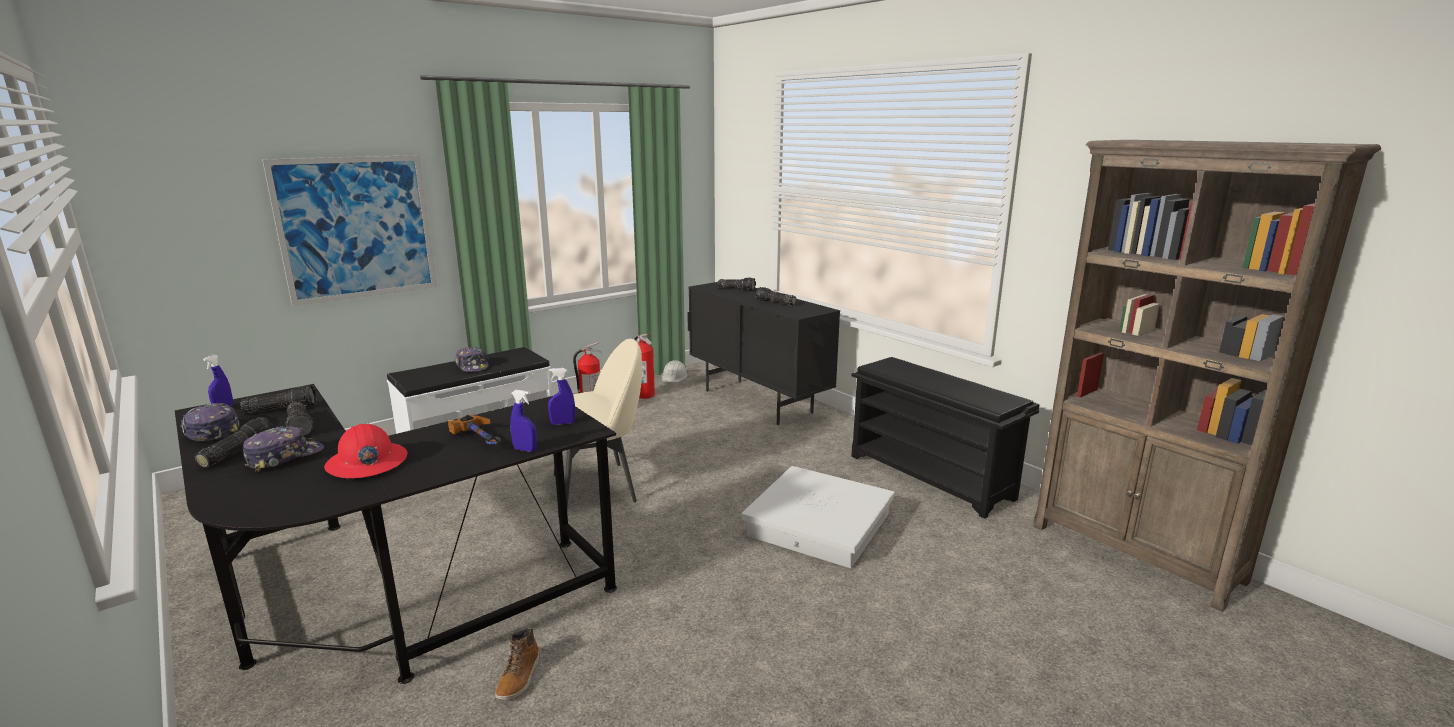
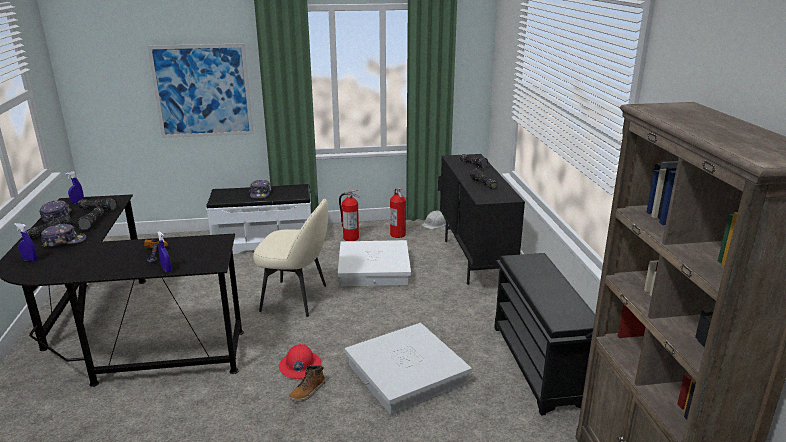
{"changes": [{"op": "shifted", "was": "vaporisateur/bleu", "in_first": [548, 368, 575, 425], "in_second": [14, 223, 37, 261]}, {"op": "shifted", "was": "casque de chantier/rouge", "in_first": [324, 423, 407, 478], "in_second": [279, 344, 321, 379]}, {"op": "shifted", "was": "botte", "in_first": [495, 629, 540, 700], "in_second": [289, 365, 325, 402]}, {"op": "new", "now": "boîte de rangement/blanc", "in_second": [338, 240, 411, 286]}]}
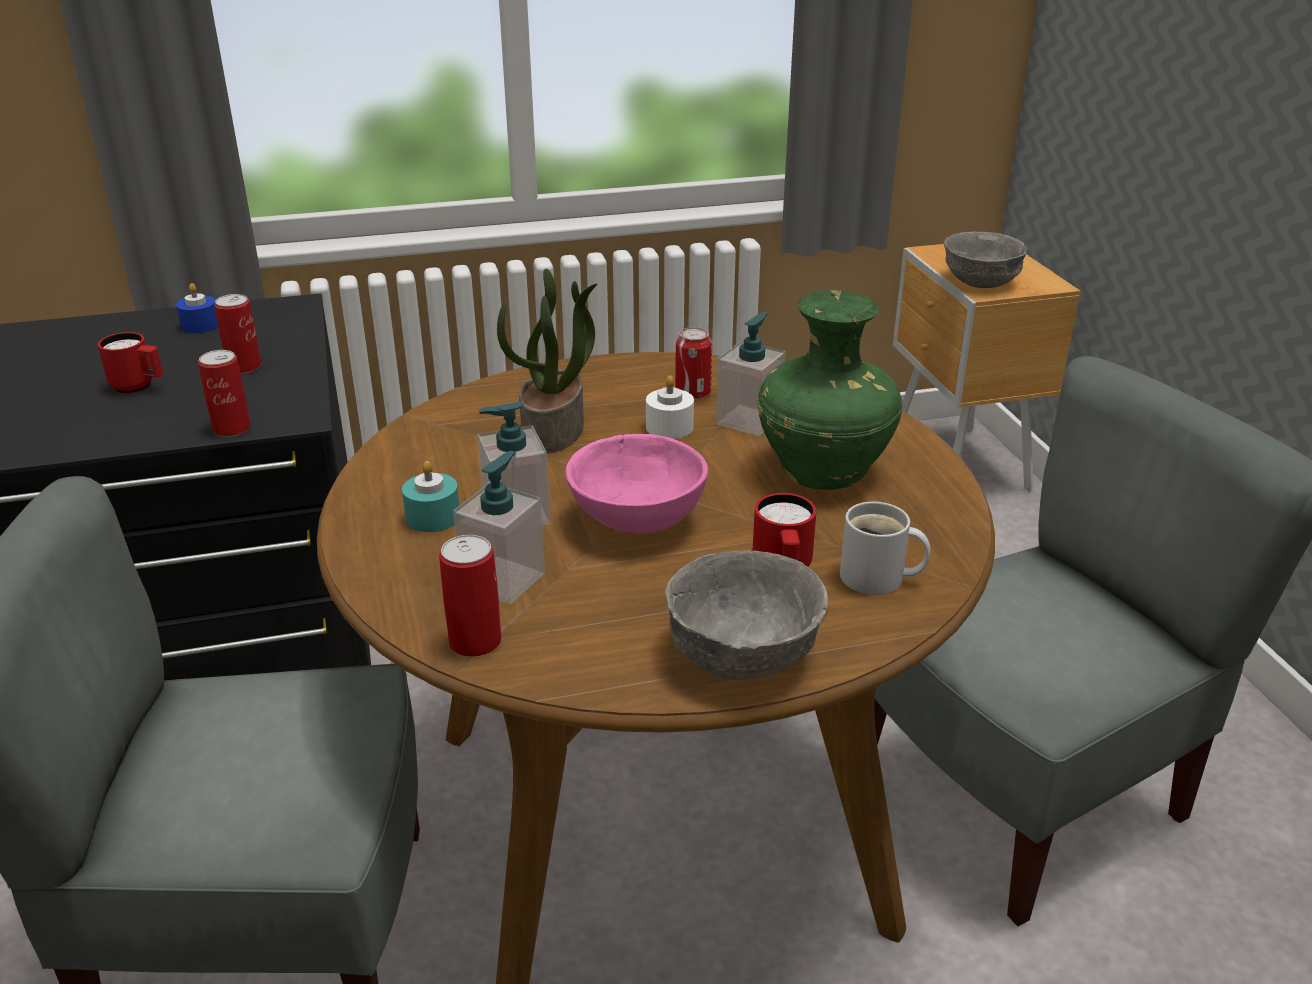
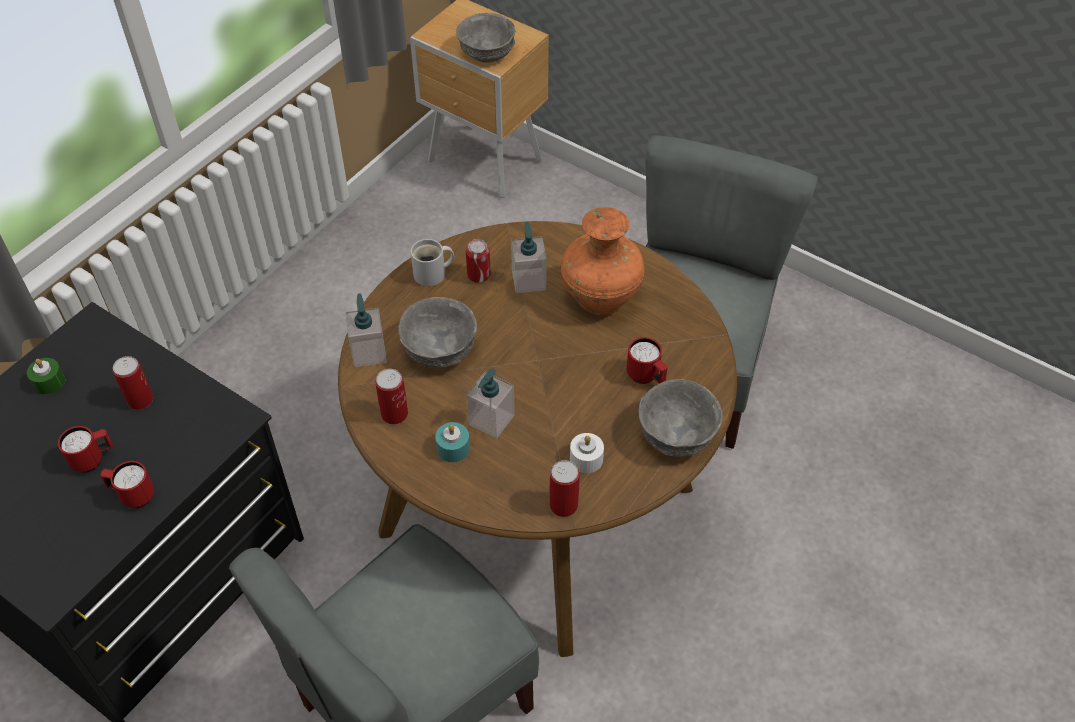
{"changes": [{"op": "swapped", "was": "plante en pot", "now": "bol/gris", "in_first": [497, 269, 597, 454], "in_second": [398, 297, 477, 368]}, {"op": "repainted", "was": "bougie/bleu", "now": "bougie/vert", "in_first": [176, 283, 218, 333], "in_second": [27, 358, 65, 395]}, {"op": "repainted", "was": "vase/vert", "now": "vase/orange", "in_first": [758, 290, 902, 490], "in_second": [561, 207, 644, 315]}, {"op": "shifted", "was": "boîte métallique", "in_first": [198, 350, 251, 437], "in_second": [375, 369, 408, 424]}, {"op": "shifted", "was": "bougie/blanc", "in_first": [646, 375, 694, 439], "in_second": [570, 433, 604, 473]}, {"op": "gone", "was": "bol/rose", "in_first": [566, 434, 708, 534]}, {"op": "shifted", "was": "distributeur de savon", "in_first": [453, 451, 545, 604], "in_second": [345, 293, 387, 367]}, {"op": "shifted", "was": "mug/blanc", "in_first": [840, 502, 930, 595], "in_second": [411, 239, 454, 286]}, {"op": "new", "now": "mug/rouge", "in_second": [101, 461, 154, 508]}]}
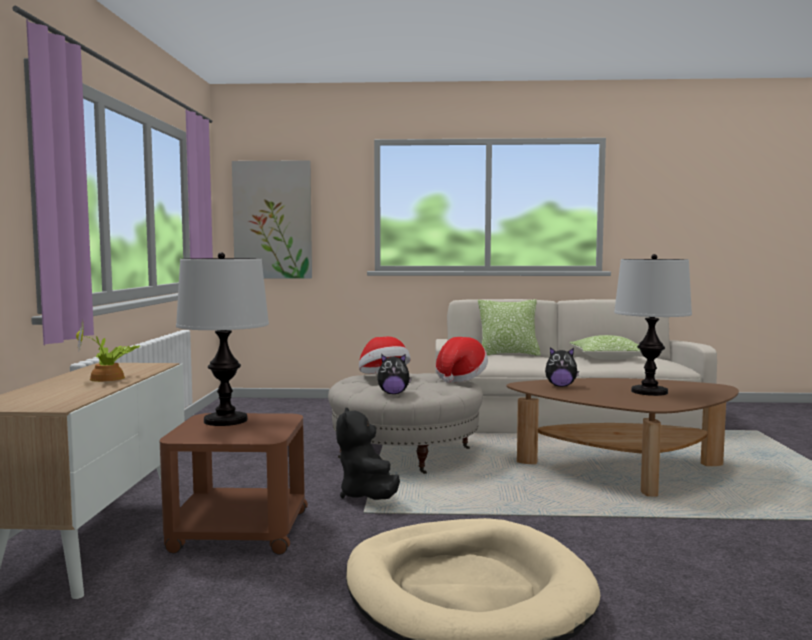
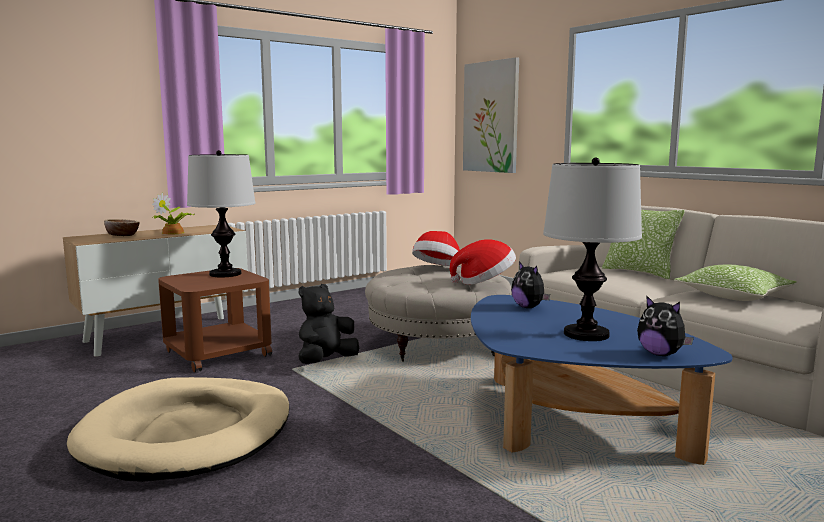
{"changes": [{"op": "shifted", "was": "peluche", "in_first": [377, 354, 412, 394], "in_second": [637, 296, 694, 356]}, {"op": "repainted", "was": "table basse/marron", "now": "table basse/bleu", "in_first": [507, 378, 739, 496], "in_second": [471, 295, 733, 465]}, {"op": "new", "now": "bol", "in_second": [104, 219, 139, 236]}]}
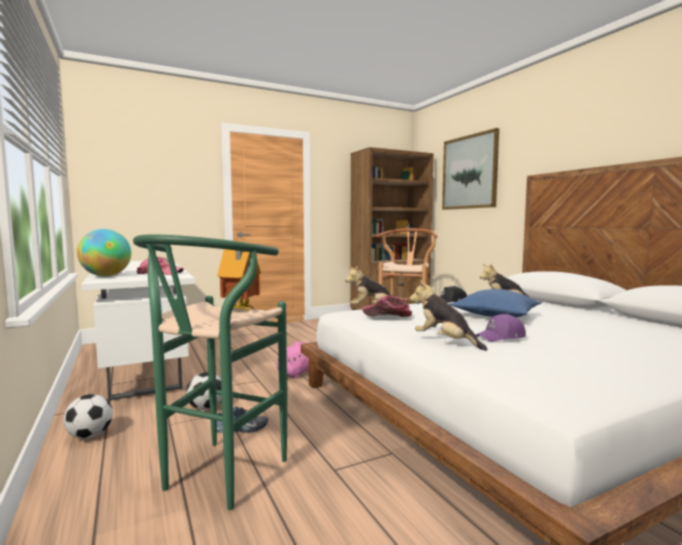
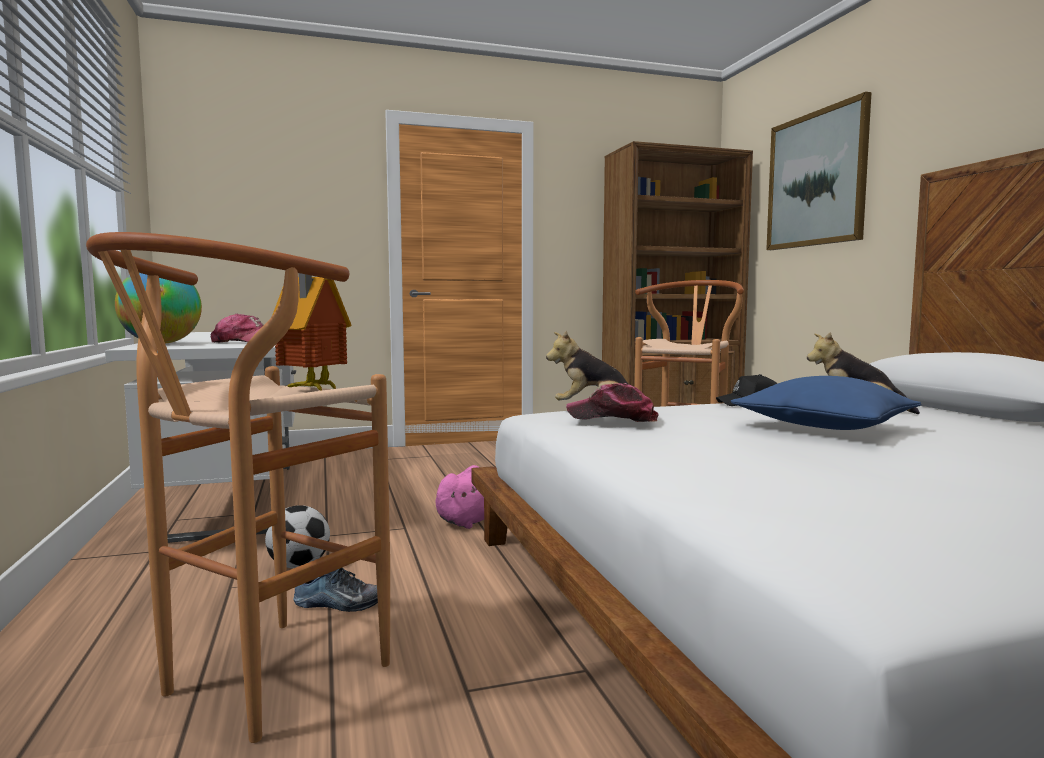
{"changes": [{"op": "repainted", "was": "tabouret/vert", "now": "tabouret/marron", "in_first": [133, 235, 287, 510], "in_second": [86, 232, 390, 743]}, {"op": "gone", "was": "peluche", "in_first": [410, 280, 487, 351]}, {"op": "gone", "was": "casquette/violet", "in_first": [476, 314, 526, 342]}, {"op": "gone", "was": "ballon de foot", "in_first": [63, 394, 113, 439]}]}
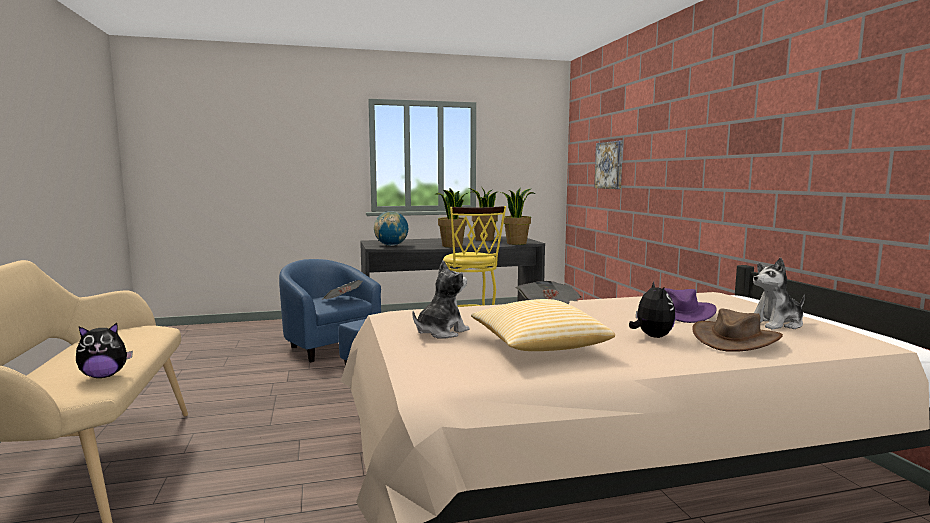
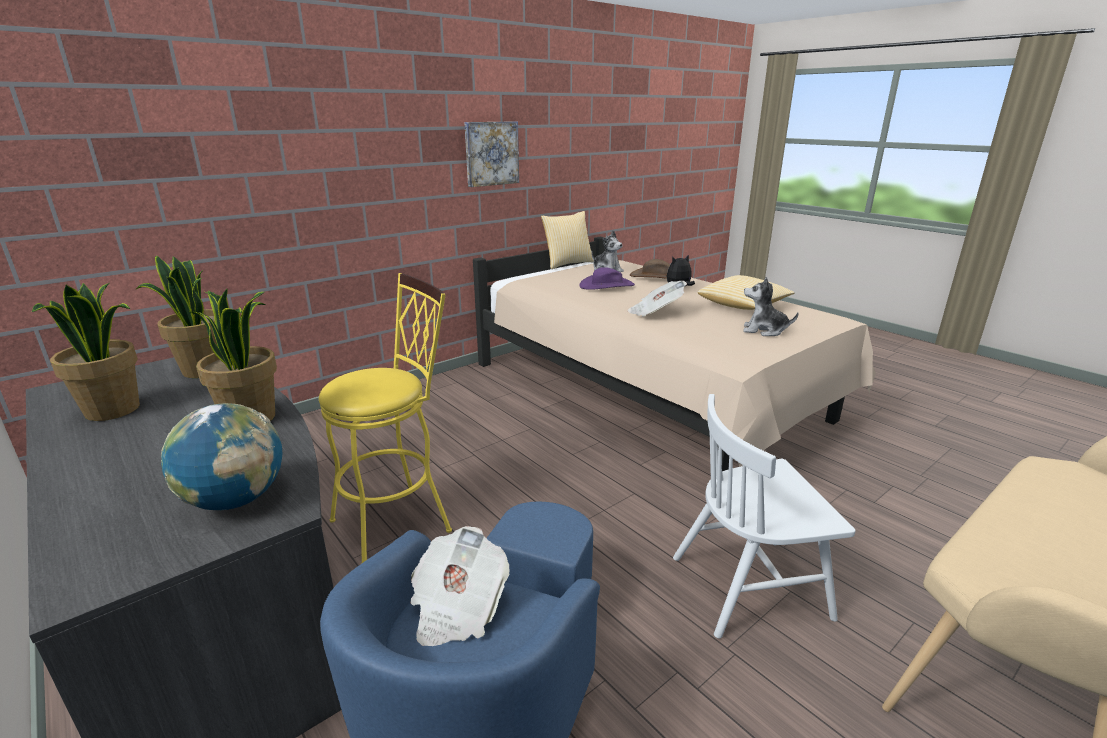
{"changes": [{"op": "shifted", "was": "tableau", "in_first": [594, 140, 623, 189], "in_second": [464, 121, 519, 187]}, {"op": "gone", "was": "peluche", "in_first": [76, 323, 133, 378]}, {"op": "new", "now": "coussin", "in_second": [541, 211, 594, 269]}, {"op": "new", "now": "chaise/blanc", "in_second": [673, 394, 856, 638]}]}
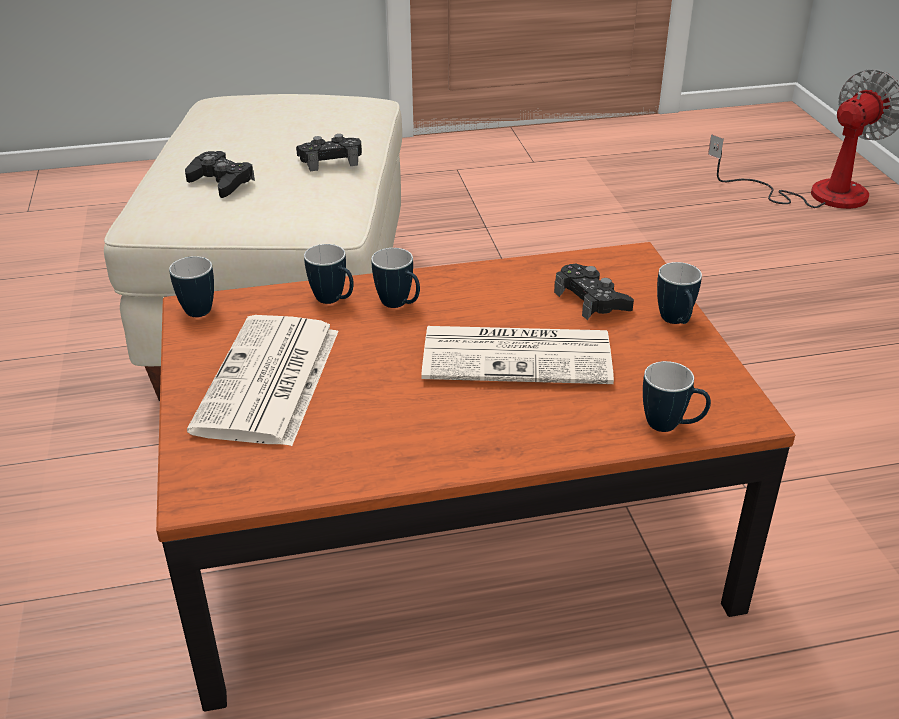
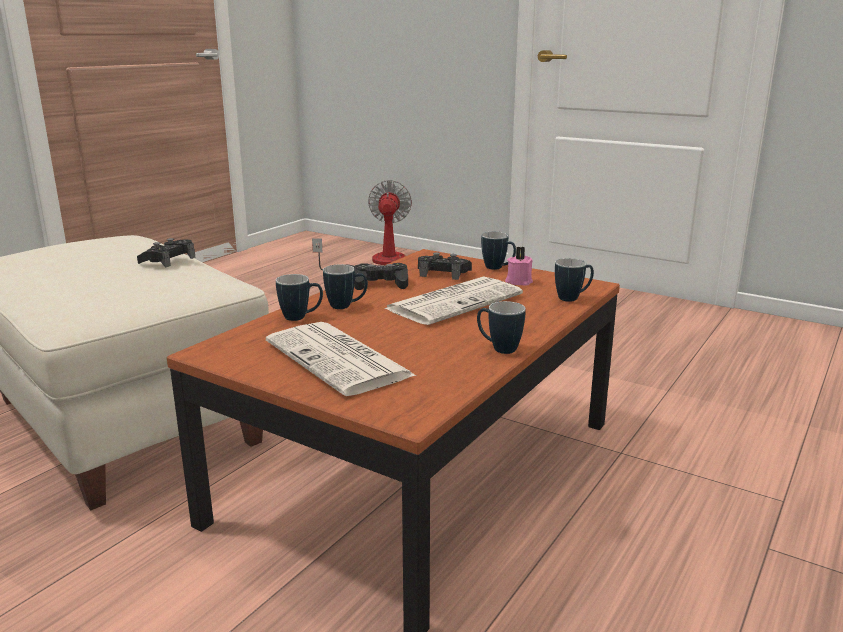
{"changes": [{"op": "shifted", "was": "manette/noir", "in_first": [185, 151, 255, 198], "in_second": [354, 263, 408, 290]}, {"op": "shifted", "was": "mug", "in_first": [169, 256, 214, 317], "in_second": [477, 301, 526, 354]}, {"op": "new", "now": "bougie/rose", "in_second": [505, 247, 533, 286]}]}
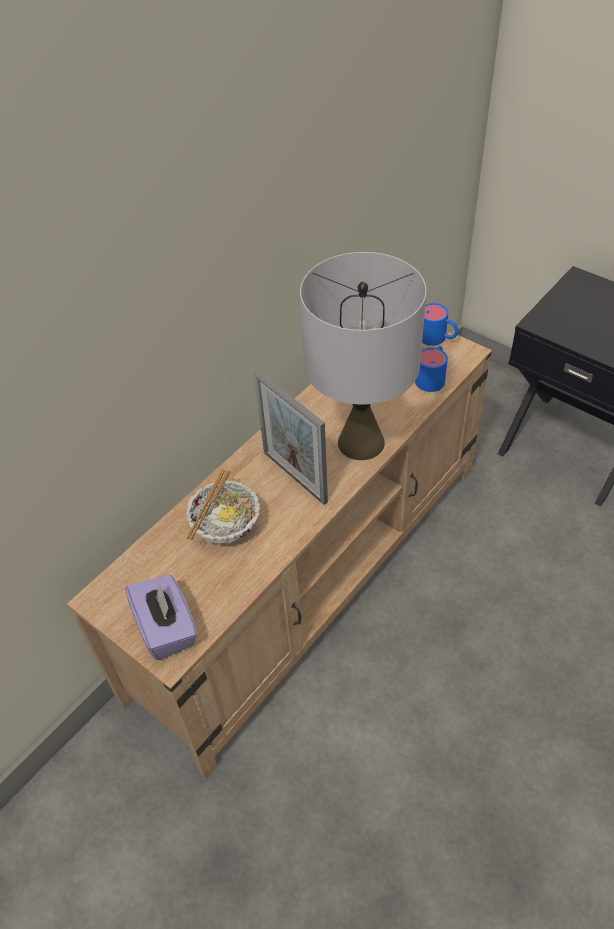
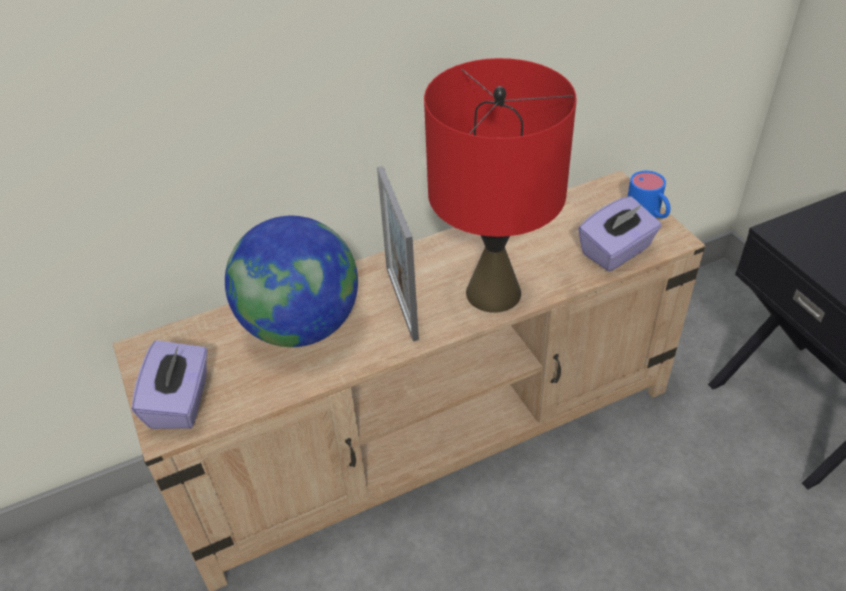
{"changes": [{"op": "repainted", "was": "lampe de table/gris", "now": "lampe de table/rouge", "in_first": [300, 252, 427, 460], "in_second": [424, 58, 576, 313]}, {"op": "swapped", "was": "mug/bleu", "now": "boîte à mouchoirs/violet", "in_first": [415, 346, 448, 392], "in_second": [578, 196, 662, 271]}, {"op": "swapped", "was": "bol", "now": "globe", "in_first": [186, 469, 261, 544], "in_second": [225, 216, 358, 347]}]}
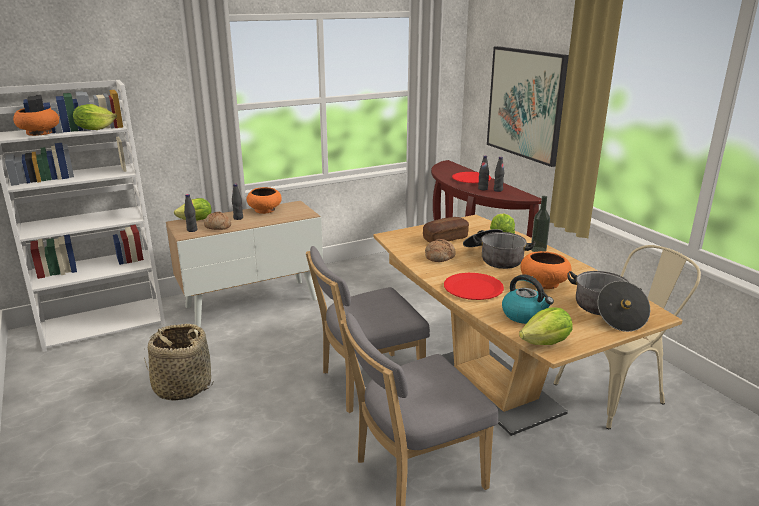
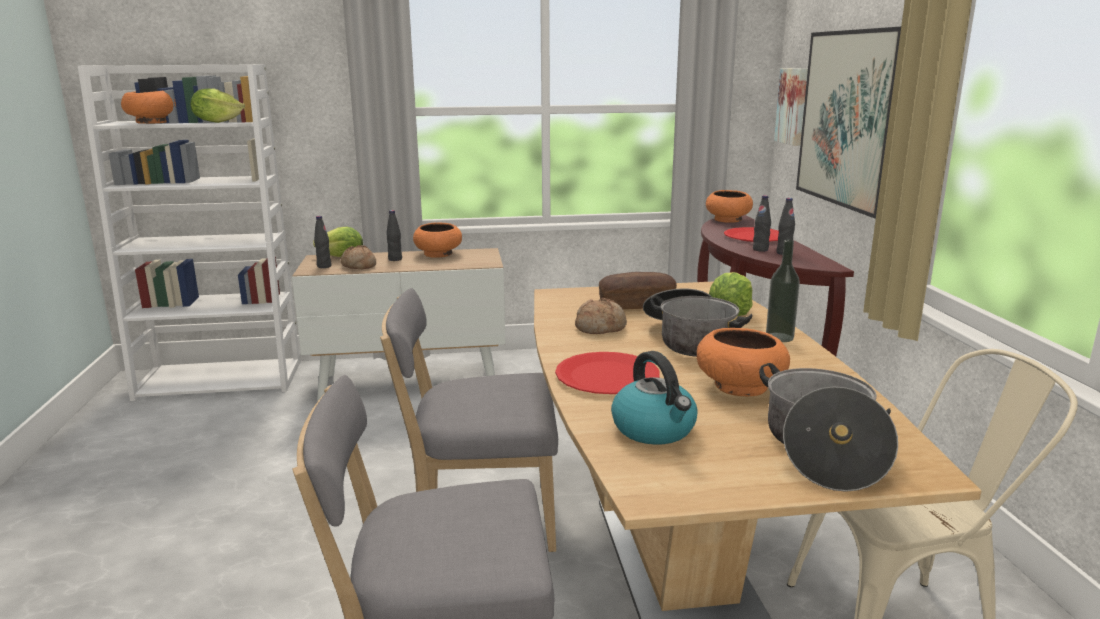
{"changes": [{"op": "gone", "was": "laitue", "in_first": [519, 307, 573, 345]}, {"op": "gone", "was": "panier", "in_first": [144, 324, 213, 401]}, {"op": "new", "now": "tableau", "in_second": [774, 68, 808, 146]}, {"op": "new", "now": "bol/orange", "in_second": [706, 190, 753, 223]}]}
